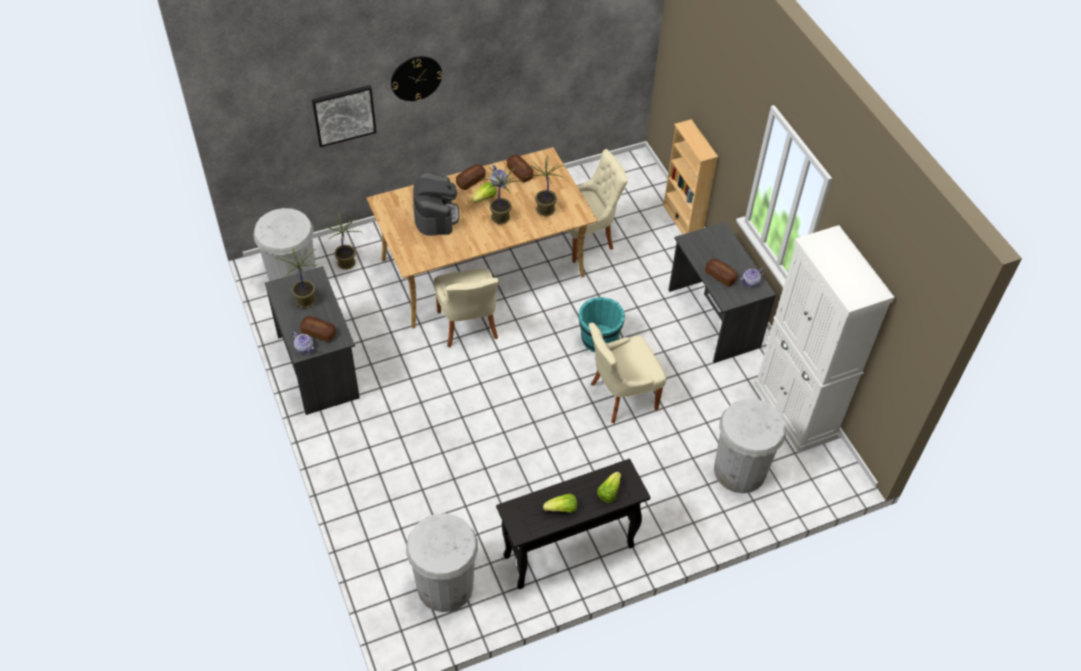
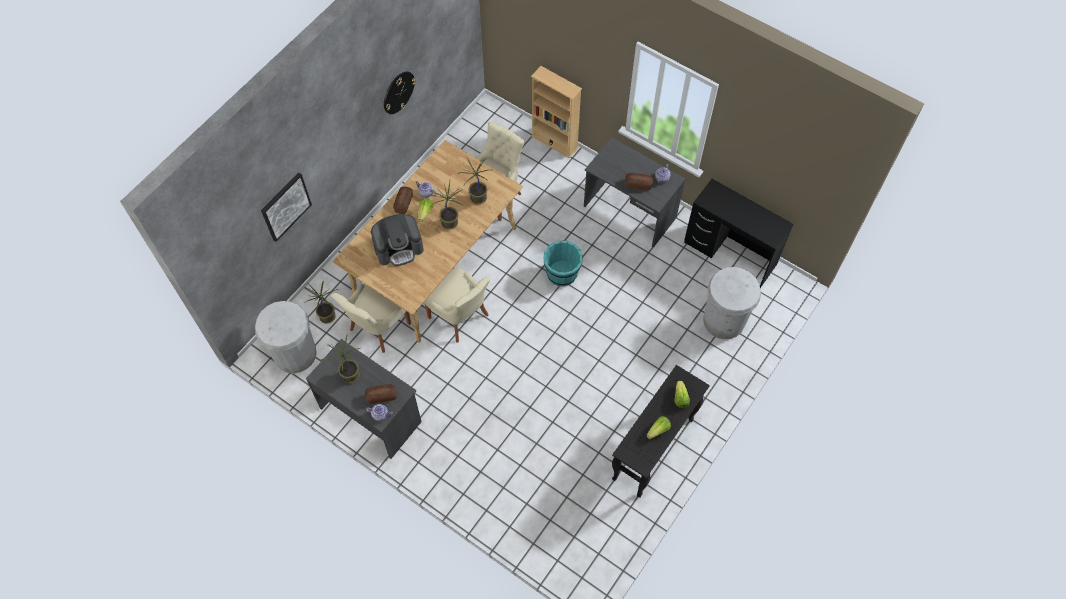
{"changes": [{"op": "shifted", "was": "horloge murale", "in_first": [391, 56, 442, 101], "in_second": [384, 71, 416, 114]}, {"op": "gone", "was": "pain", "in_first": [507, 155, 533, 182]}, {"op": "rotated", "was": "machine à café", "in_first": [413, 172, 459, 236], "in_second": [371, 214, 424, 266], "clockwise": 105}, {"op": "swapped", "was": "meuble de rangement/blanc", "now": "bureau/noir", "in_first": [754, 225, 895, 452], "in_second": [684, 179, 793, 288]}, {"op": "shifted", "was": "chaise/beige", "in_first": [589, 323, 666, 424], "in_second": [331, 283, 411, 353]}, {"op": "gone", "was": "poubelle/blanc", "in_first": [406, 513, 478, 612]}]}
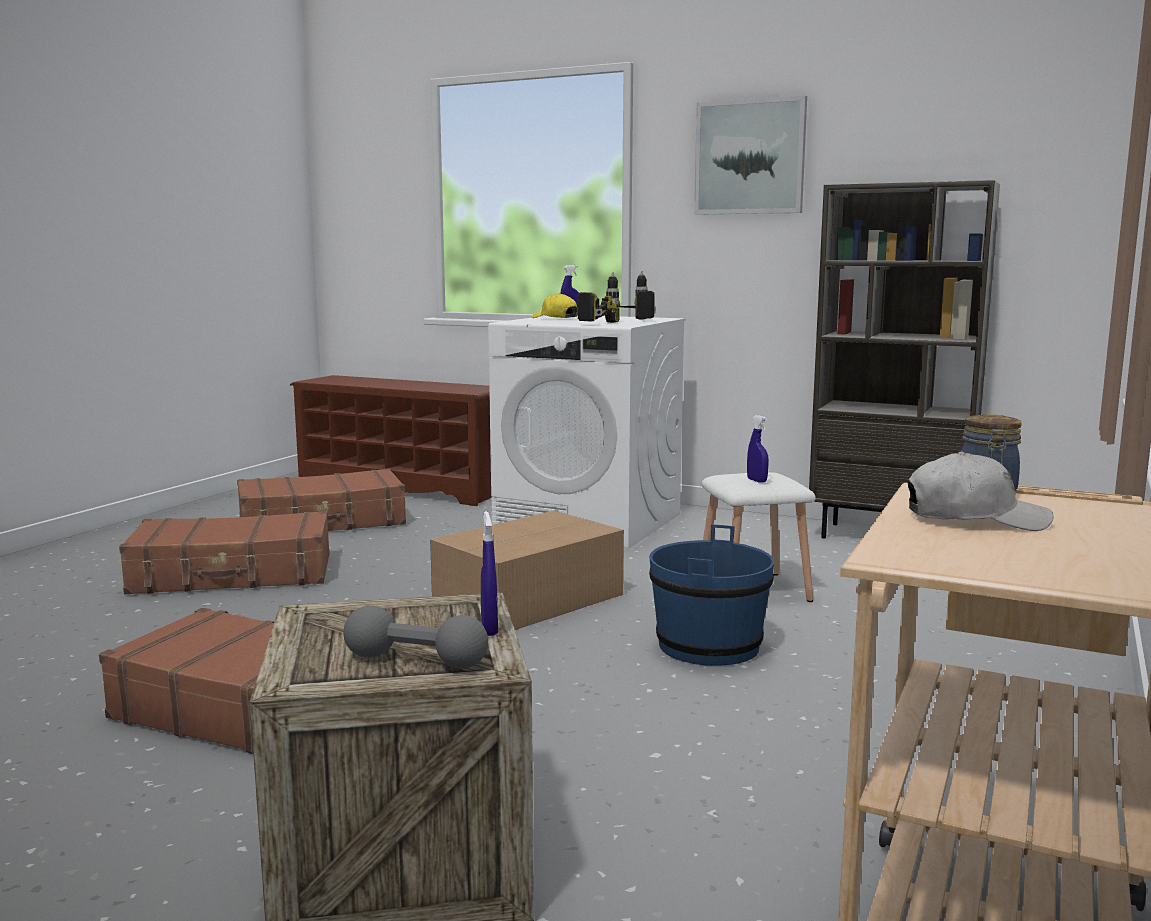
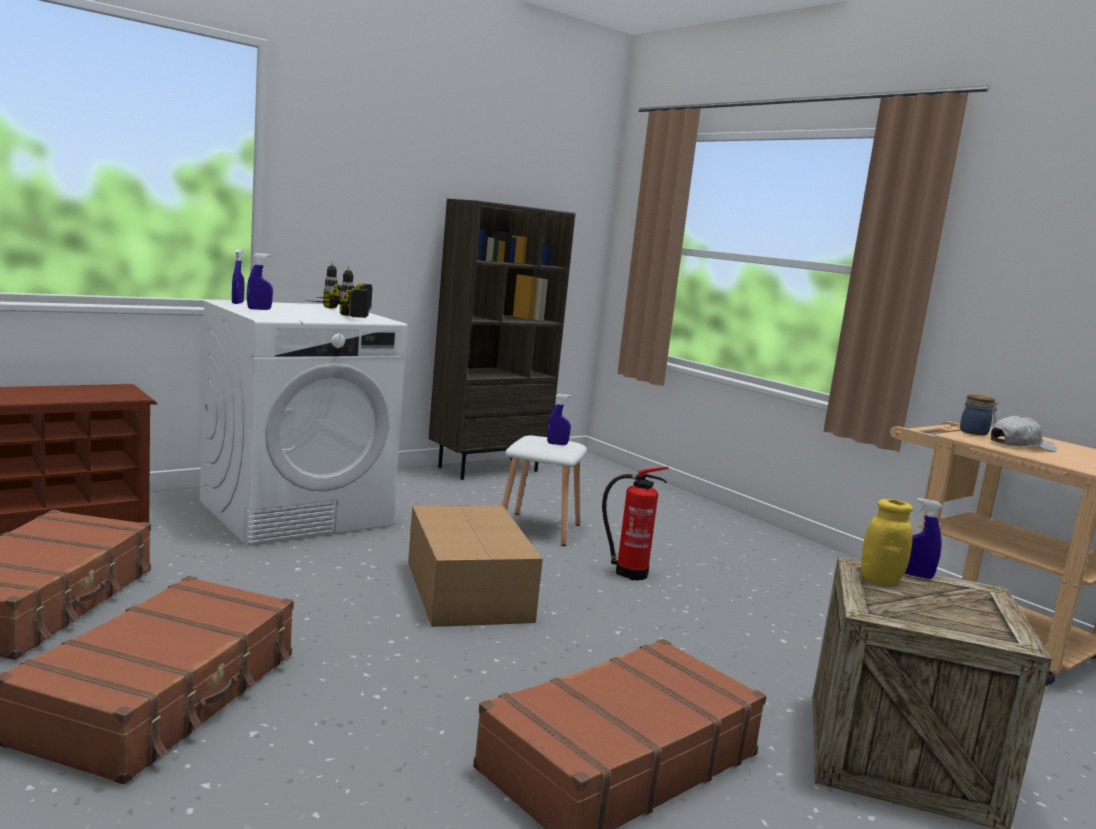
{"changes": [{"op": "gone", "was": "tableau", "in_first": [694, 95, 807, 215]}, {"op": "swapped", "was": "casquette/jaune", "now": "vaporisateur/bleu", "in_first": [532, 293, 578, 318], "in_second": [247, 253, 273, 310]}, {"op": "rotated", "was": "casquette/blanc", "in_first": [908, 451, 1054, 531], "in_second": [991, 415, 1057, 452], "clockwise": 45}, {"op": "swapped", "was": "seau/bleu", "now": "extincteur", "in_first": [649, 524, 774, 666], "in_second": [602, 467, 669, 580]}, {"op": "gone", "was": "haltère/gris", "in_first": [343, 606, 488, 669]}, {"op": "new", "now": "bocal/jaune", "in_second": [861, 499, 913, 585]}]}
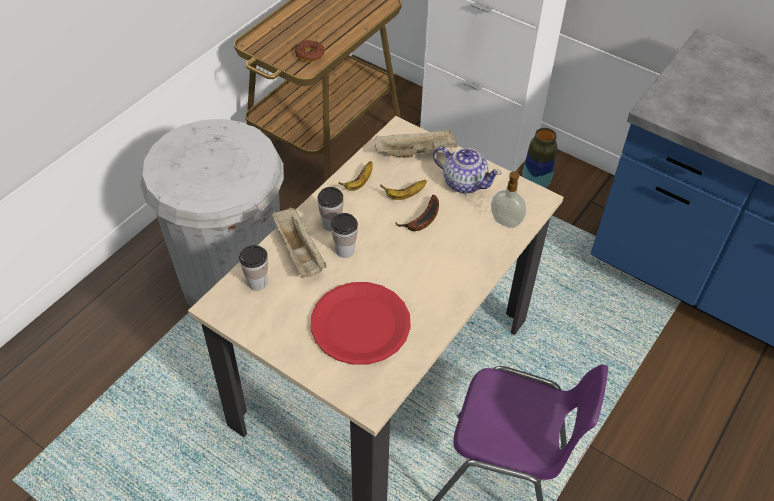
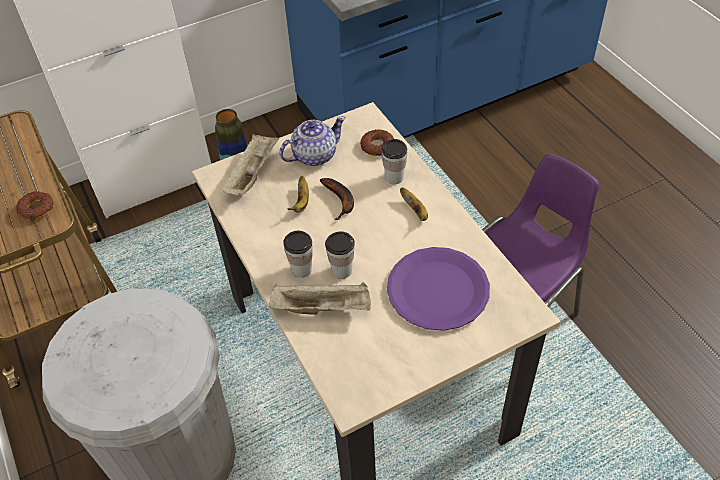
{"changes": [{"op": "shifted", "was": "banane", "in_first": [338, 161, 373, 191], "in_second": [400, 188, 428, 221]}, {"op": "swapped", "was": "distributeur de savon", "now": "beignet", "in_first": [491, 169, 526, 228], "in_second": [360, 129, 394, 156]}, {"op": "shifted", "was": "tasse", "in_first": [239, 245, 268, 291], "in_second": [382, 139, 407, 184]}, {"op": "repainted", "was": "assiette/rouge", "now": "assiette/violet", "in_first": [311, 282, 411, 365], "in_second": [387, 247, 490, 331]}]}
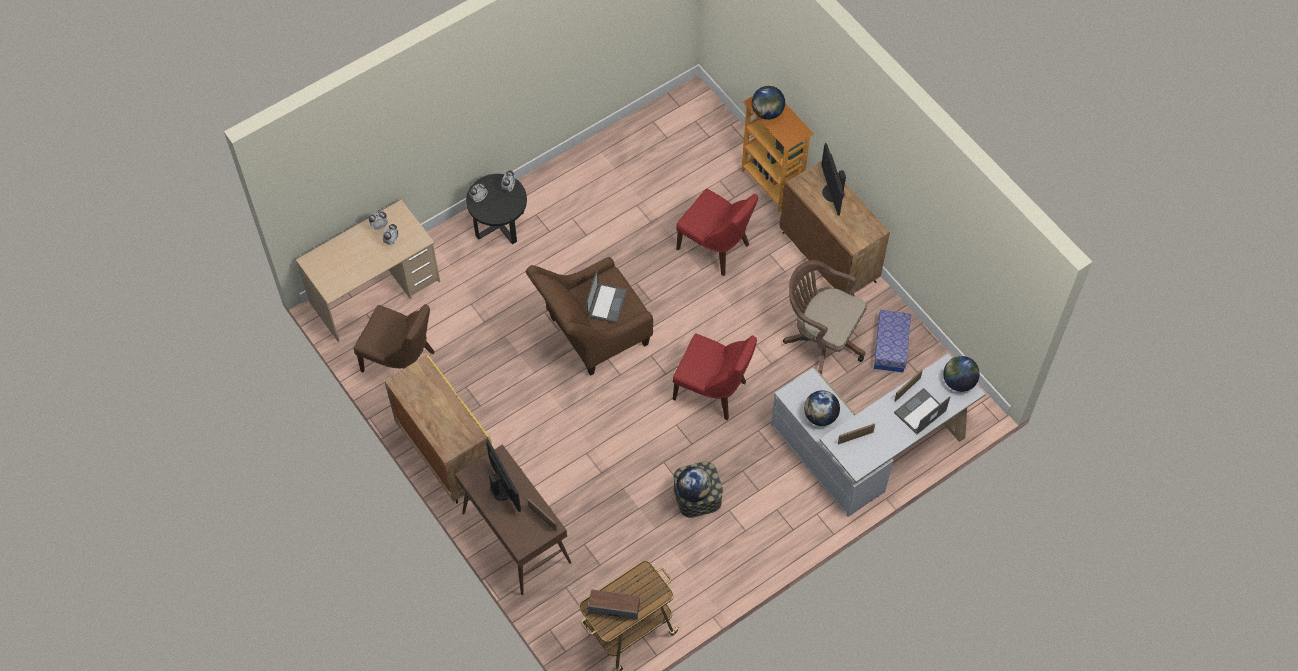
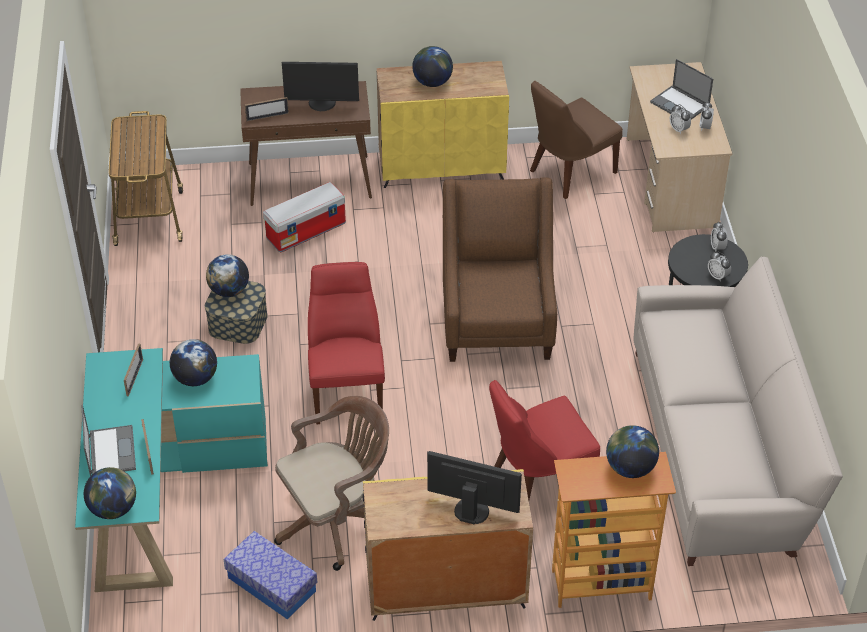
{"changes": [{"op": "repainted", "was": "meuble de rangement/marron", "now": "meuble de rangement/jaune", "in_first": [779, 161, 890, 293], "in_second": [363, 469, 533, 621]}, {"op": "shifted", "was": "ordinateur portable", "in_first": [586, 269, 627, 323], "in_second": [650, 59, 713, 120]}, {"op": "rotated", "was": "chaise/rouge", "in_first": [673, 334, 757, 420], "in_second": [308, 262, 385, 424], "clockwise": 120}, {"op": "repainted", "was": "bureau/blanc", "now": "bureau/turquoise", "in_first": [771, 353, 985, 517], "in_second": [75, 348, 268, 592]}, {"op": "gone", "was": "enceinte", "in_first": [588, 589, 640, 620]}, {"op": "new", "now": "globe", "in_second": [412, 46, 453, 87]}, {"op": "new", "now": "boîte de rangement", "in_second": [263, 182, 346, 253]}, {"op": "new", "now": "canapé/beige", "in_second": [633, 256, 843, 566]}]}
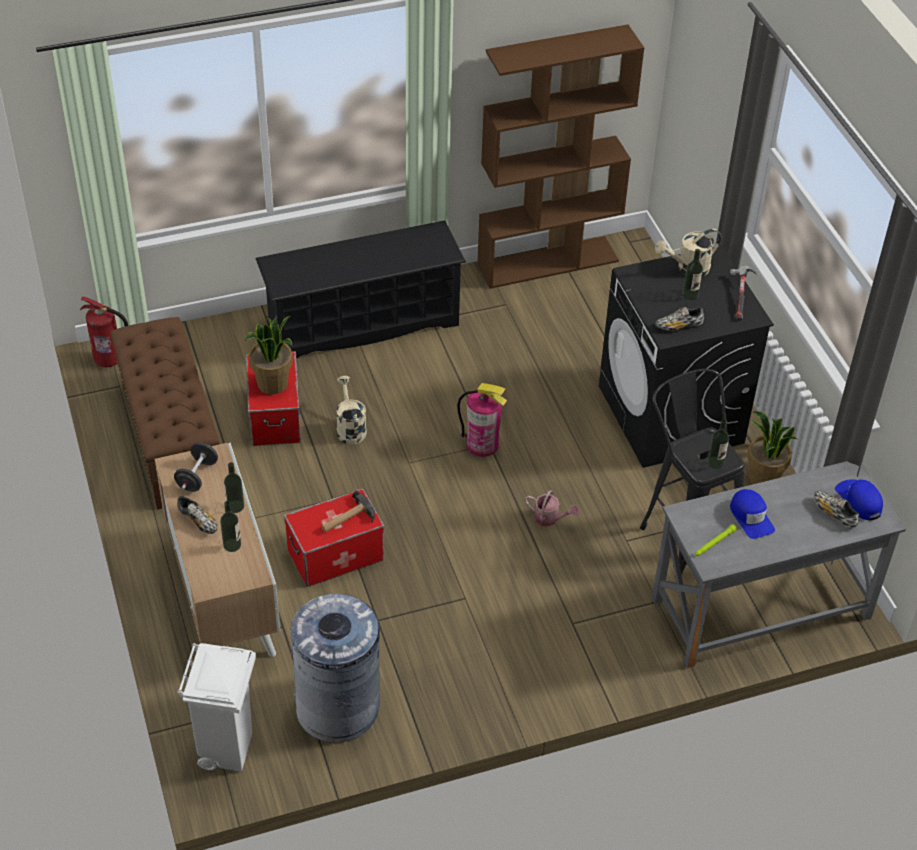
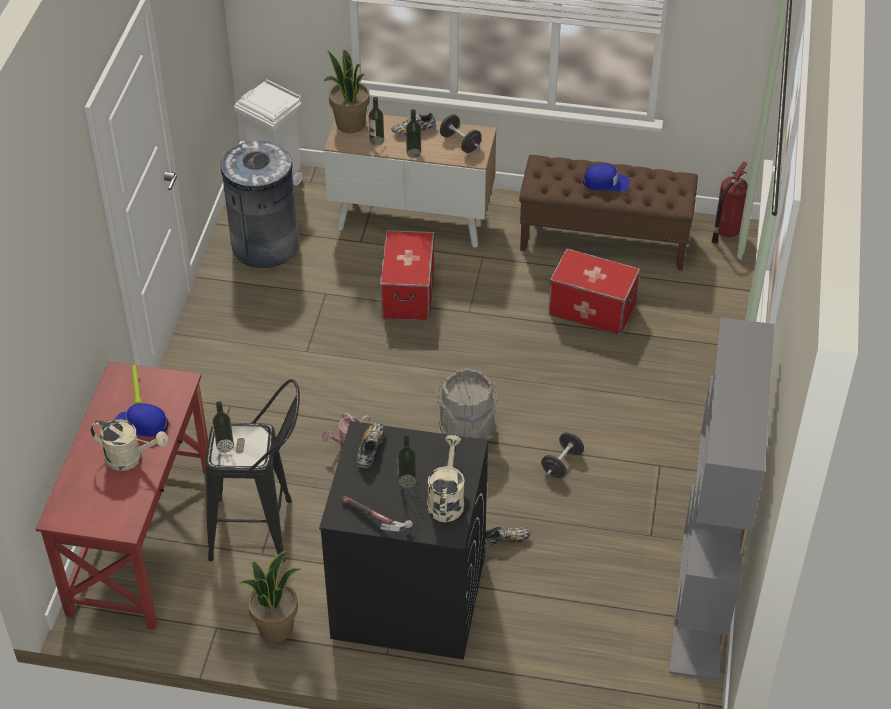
{"changes": [{"op": "repainted", "was": "bibliothèque/marron", "now": "bibliothèque/gris", "in_first": [477, 25, 644, 289], "in_second": [669, 317, 774, 681]}, {"op": "gone", "was": "étagère à chaussures/noir", "in_first": [256, 220, 466, 359]}, {"op": "shifted", "was": "plante en pot", "in_first": [245, 316, 293, 395], "in_second": [324, 50, 370, 133]}, {"op": "shifted", "was": "arrosoir/beige", "in_first": [336, 376, 367, 444], "in_second": [90, 420, 168, 471]}, {"op": "swapped", "was": "extincteur", "now": "seau/gris", "in_first": [457, 383, 507, 457], "in_second": [436, 368, 499, 440]}, {"op": "repainted", "was": "bureau/gris", "now": "bureau/rouge", "in_first": [652, 461, 906, 668], "in_second": [36, 361, 208, 630]}, {"op": "shifted", "was": "casquette/bleu", "in_first": [835, 479, 883, 521], "in_second": [583, 164, 629, 192]}, {"op": "shifted", "was": "chaussure", "in_first": [814, 490, 859, 529], "in_second": [485, 527, 530, 547]}, {"op": "gone", "was": "marteau", "in_first": [322, 491, 375, 533]}, {"op": "new", "now": "haltère/noir", "in_second": [541, 432, 584, 478]}]}
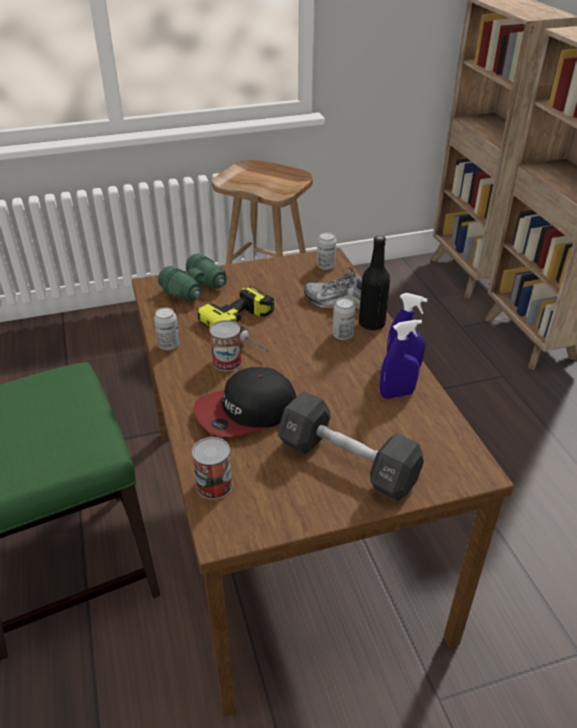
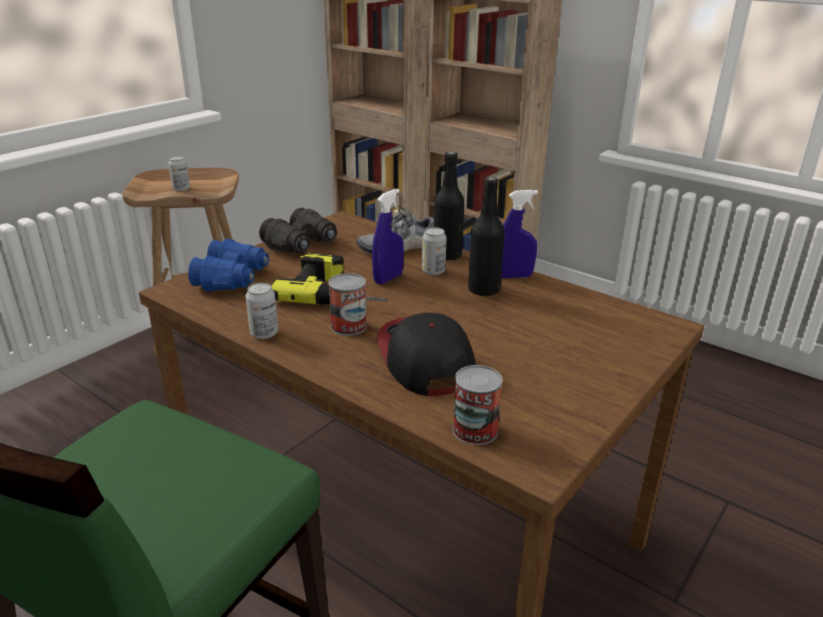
{"changes": [{"op": "shifted", "was": "boîte métallique", "in_first": [317, 232, 336, 270], "in_second": [168, 156, 190, 191]}, {"op": "repainted", "was": "jumelles/vert", "now": "jumelles/bleu", "in_first": [158, 254, 227, 301], "in_second": [188, 239, 269, 292]}, {"op": "shifted", "was": "vaporisateur/bleu", "in_first": [380, 320, 422, 399], "in_second": [372, 189, 404, 285]}, {"op": "rotated", "was": "casquette", "in_first": [193, 367, 297, 437], "in_second": [377, 313, 476, 396], "clockwise": 135}, {"op": "gone", "was": "haltère/noir", "in_first": [278, 391, 424, 501]}, {"op": "new", "now": "bouteille/noir", "in_second": [468, 177, 505, 296]}, {"op": "new", "now": "jumelles/noir", "in_second": [259, 208, 337, 254]}]}
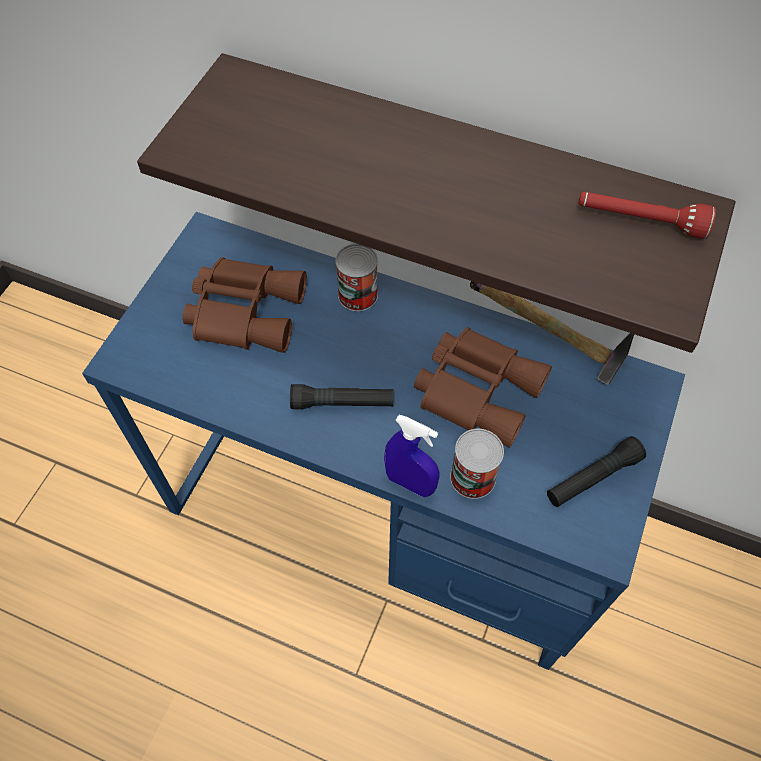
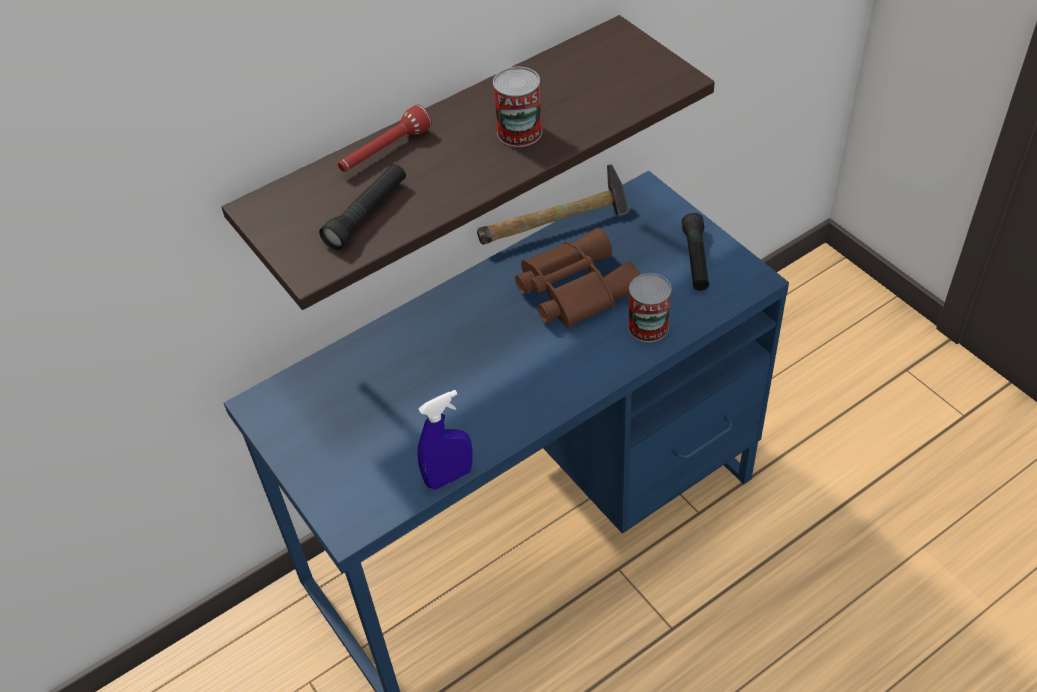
{"changes": [{"op": "shifted", "was": "lampe de poche/rouge", "in_first": [578, 192, 716, 239], "in_second": [338, 105, 432, 172]}, {"op": "shifted", "was": "boîte métallique", "in_first": [335, 244, 378, 311], "in_second": [493, 67, 542, 147]}, {"op": "gone", "was": "jumelles/marron", "in_first": [182, 257, 307, 353]}, {"op": "shifted", "was": "lampe de poche/noir", "in_first": [290, 384, 393, 409], "in_second": [319, 164, 406, 250]}, {"op": "shifted", "was": "vaporisateur/bleu", "in_first": [384, 415, 439, 497], "in_second": [417, 390, 473, 490]}]}
